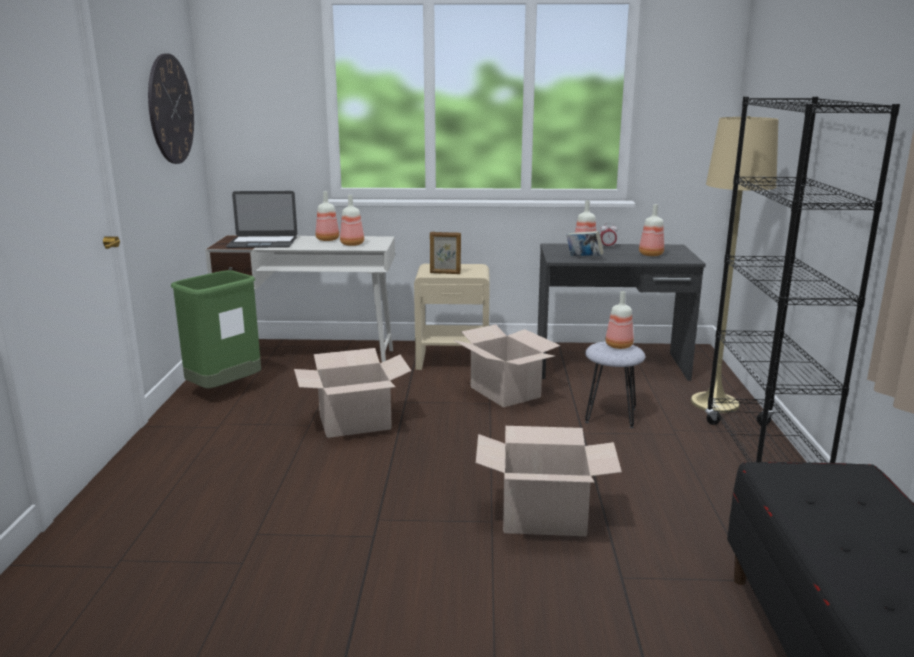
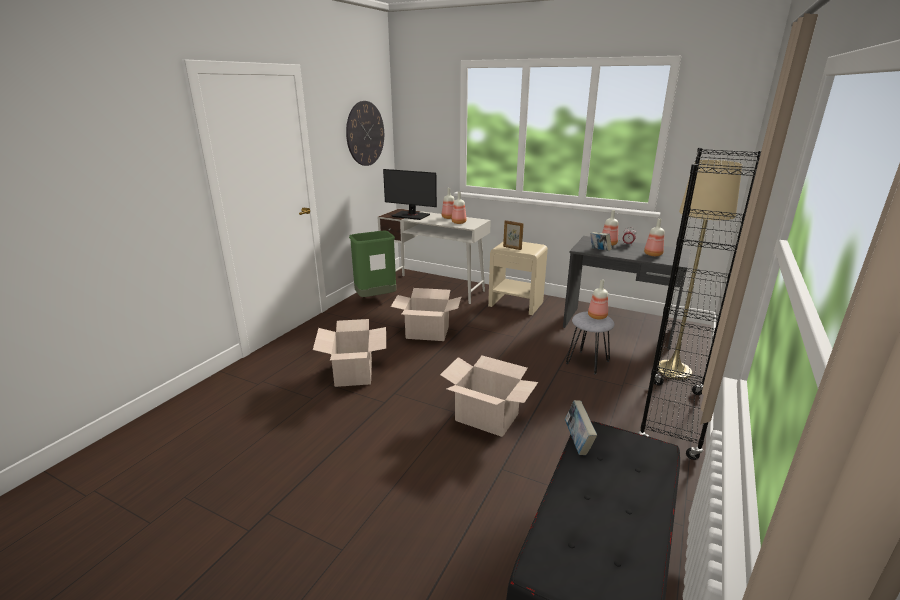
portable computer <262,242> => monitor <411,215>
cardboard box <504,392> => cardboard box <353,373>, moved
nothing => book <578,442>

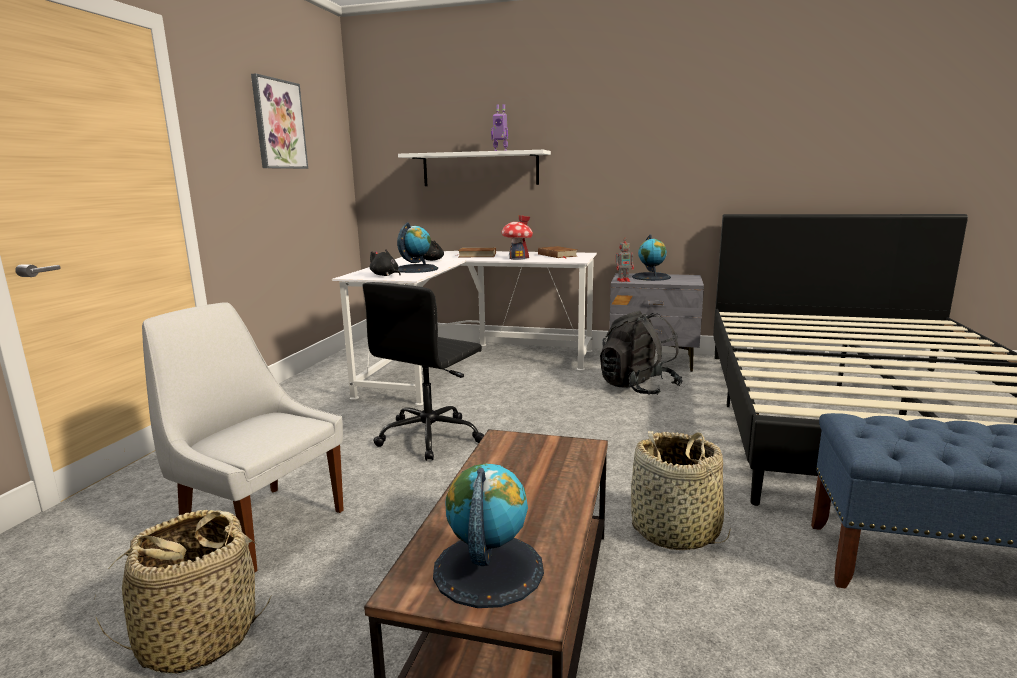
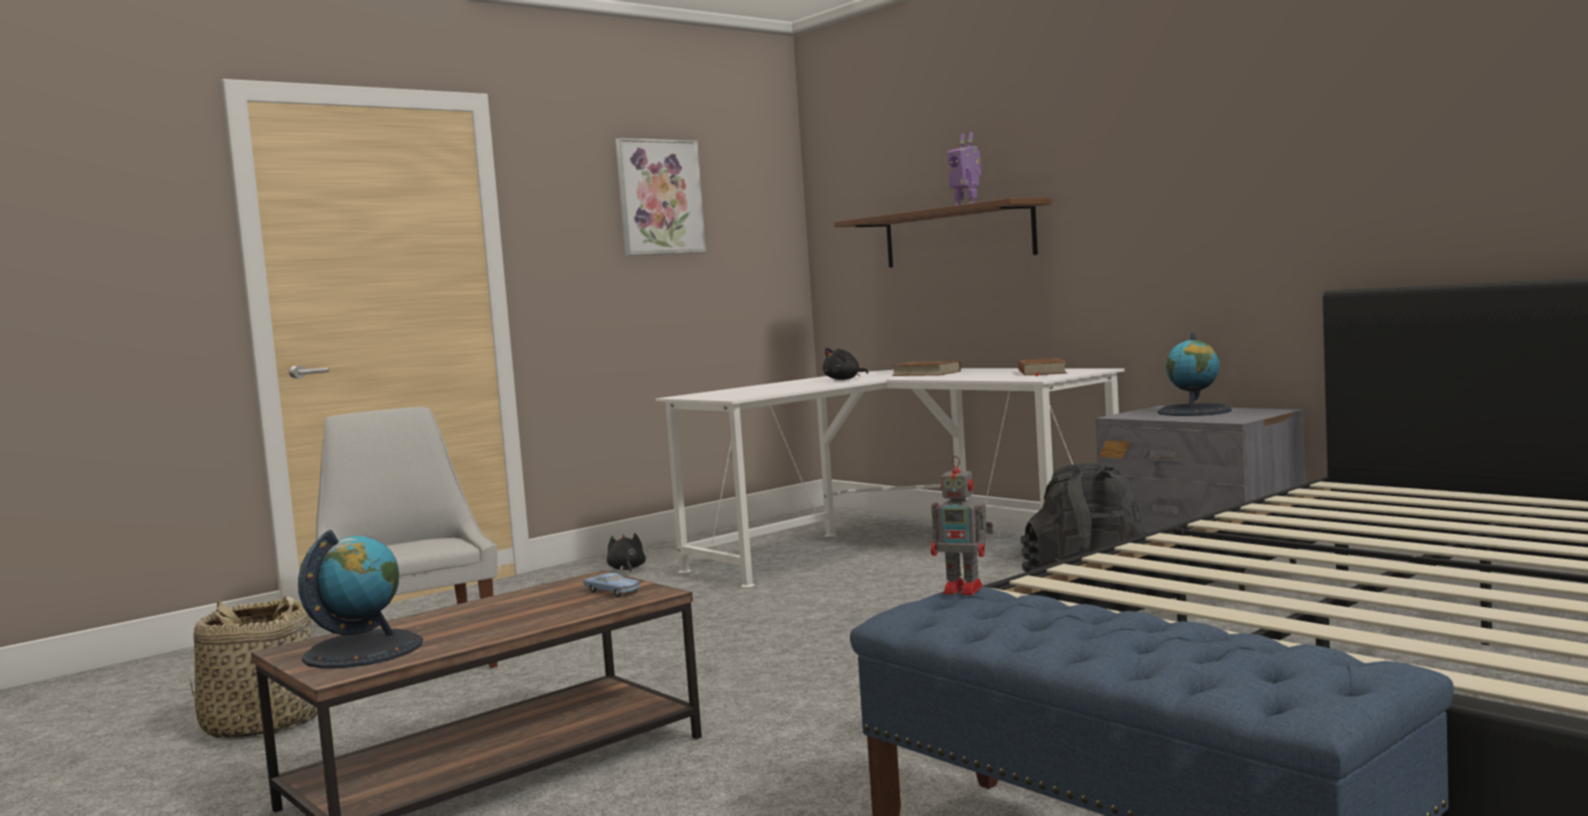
whitish shelf <480,169> => brown-coloured shelf <957,235>
miniature house <517,258> => nothing
globe <416,269> => nothing
model robot <624,280> => model robot <965,590>, moved
black-coloured soft toy <385,275> => black-coloured soft toy <626,569>, moved
black-coloured office chair <431,436> => nothing
storage basket <675,530> => nothing
nothing => bluish toy car <612,592>

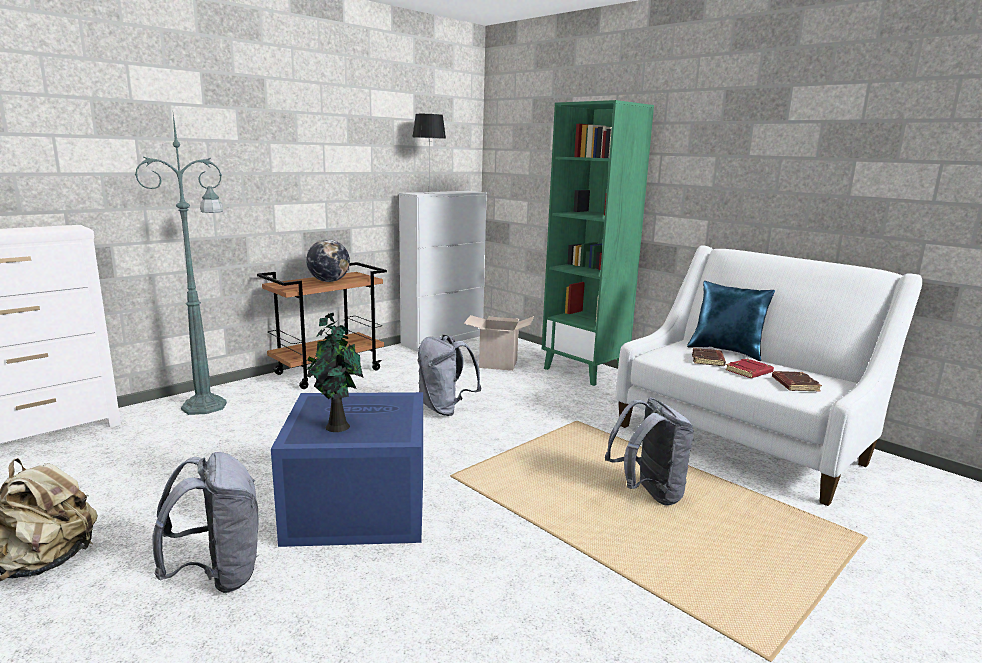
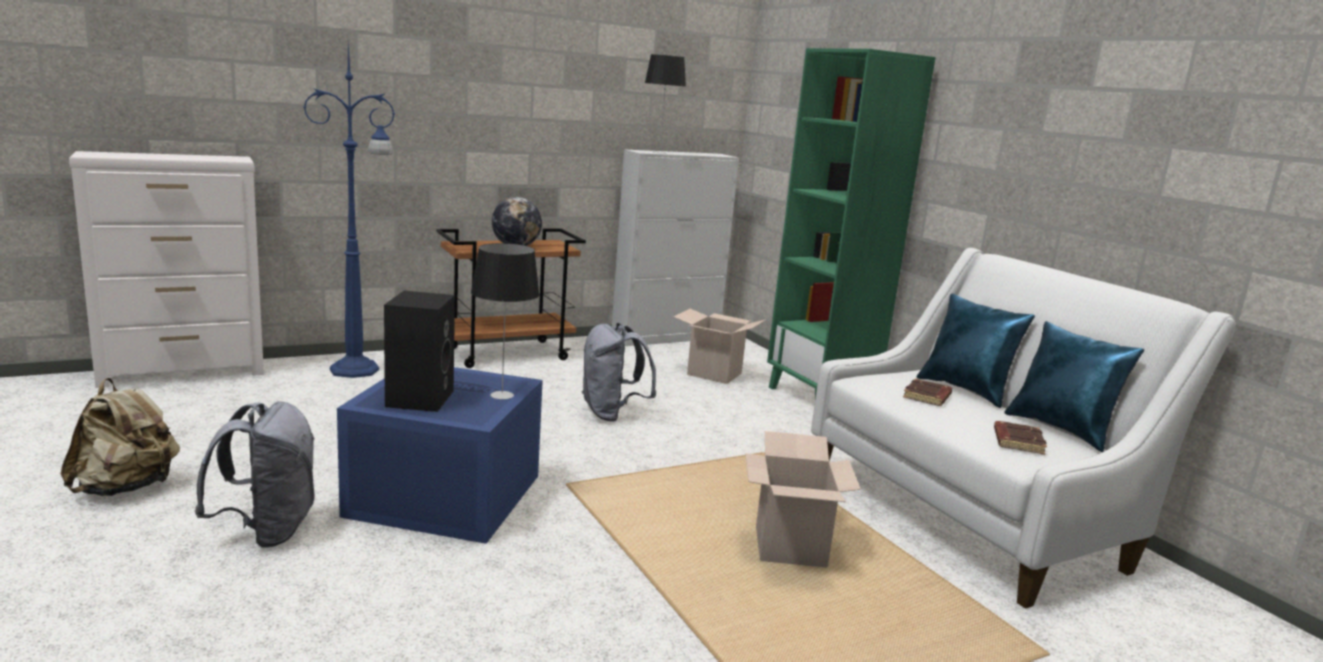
green-coloured standing lamp <207,406> => bluish standing lamp <357,370>
houseplant <336,426> => black-coloured audio speaker <419,398>
red-coloured book <749,372> => nothing
grey knapsack <648,494> => cardboard box <790,547>
nothing => table lamp <503,395>
nothing => bluish throw pillow <1061,430>

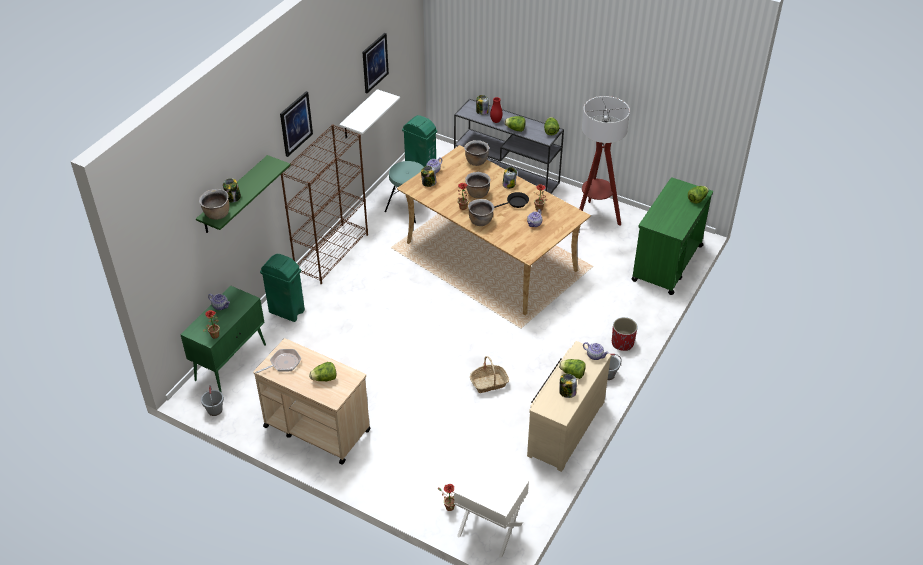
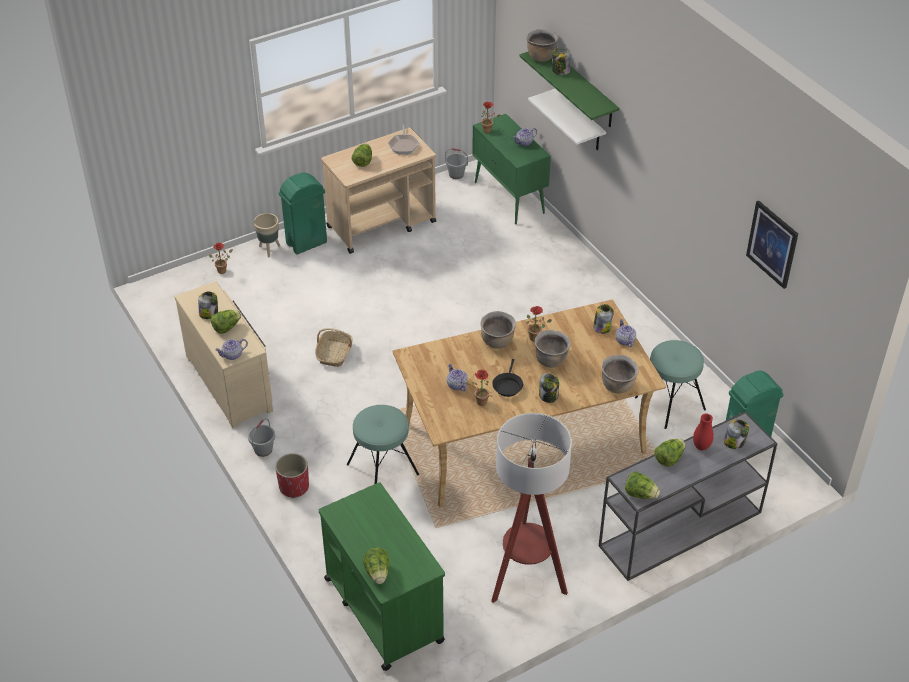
whitish shelf <359,115> => whitish shelf <580,121>, moved
wall art <296,123> => nothing
brown-coloured bookcase <332,253> => nothing
green-coloured trash can <287,312> => green-coloured trash can <306,243>, moved
whitish night table <489,530> => nothing
nothing => sand-coloured plant pot <269,249>
nothing => turquoise sitting stool <383,469>

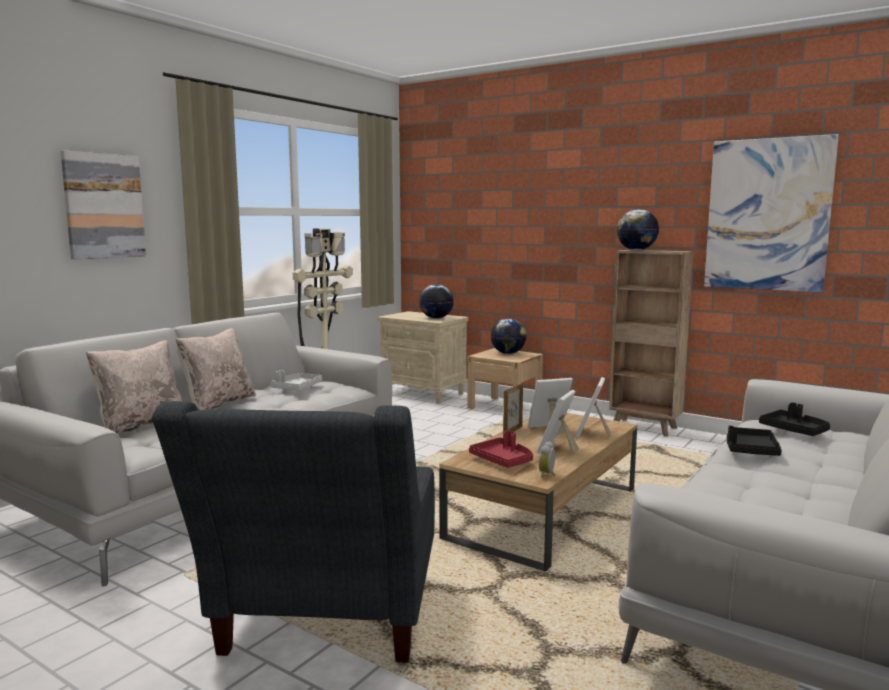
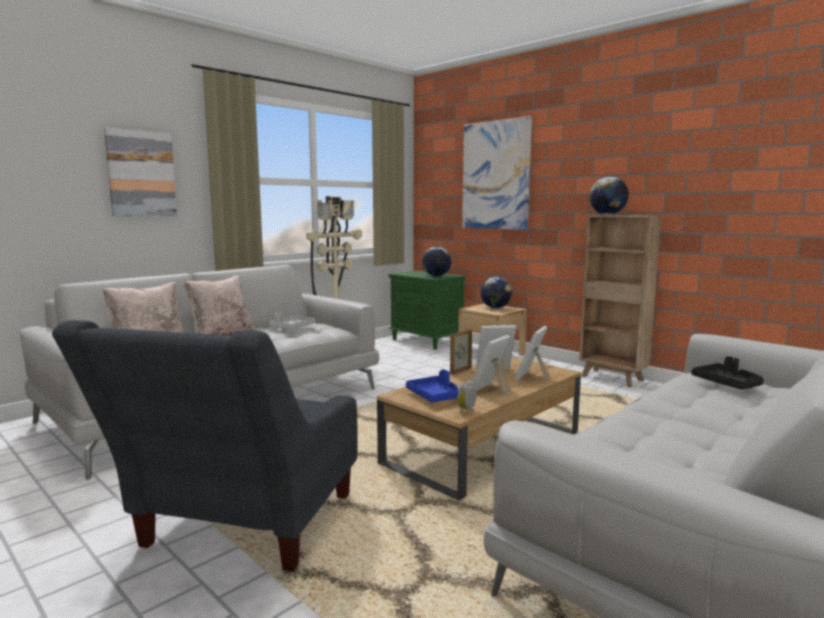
wall art <767,215> => wall art <496,175>, moved
sand-coloured night table <424,394> => green-coloured night table <426,341>
black-coloured carrying tray <750,450> => nothing
red-coloured carrying tray <503,460> => bluish carrying tray <434,396>

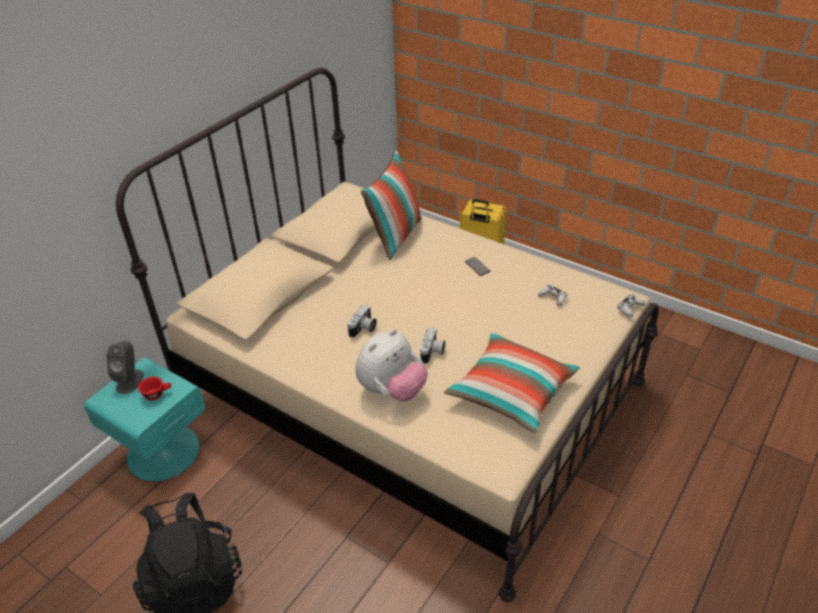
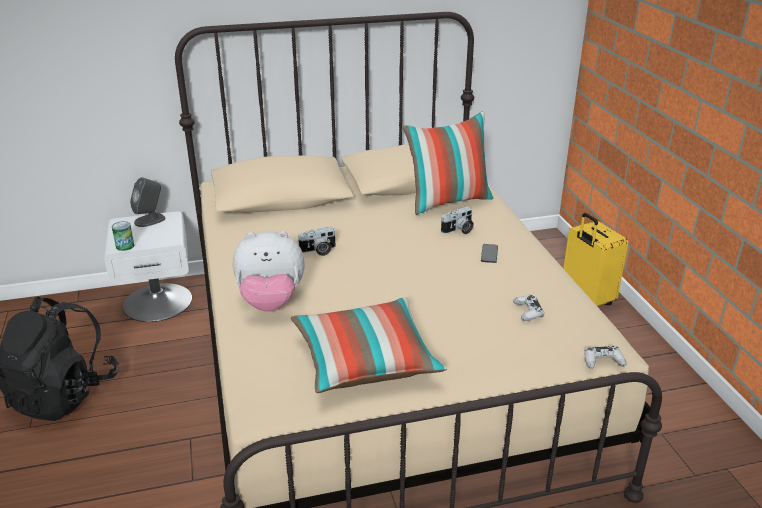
still camera <433,353> => still camera <458,230>, moved
turquoise night table <163,451> => whitish night table <157,301>
red-coloured drinking cup <157,394> => nothing
nothing => sealed can <125,246>

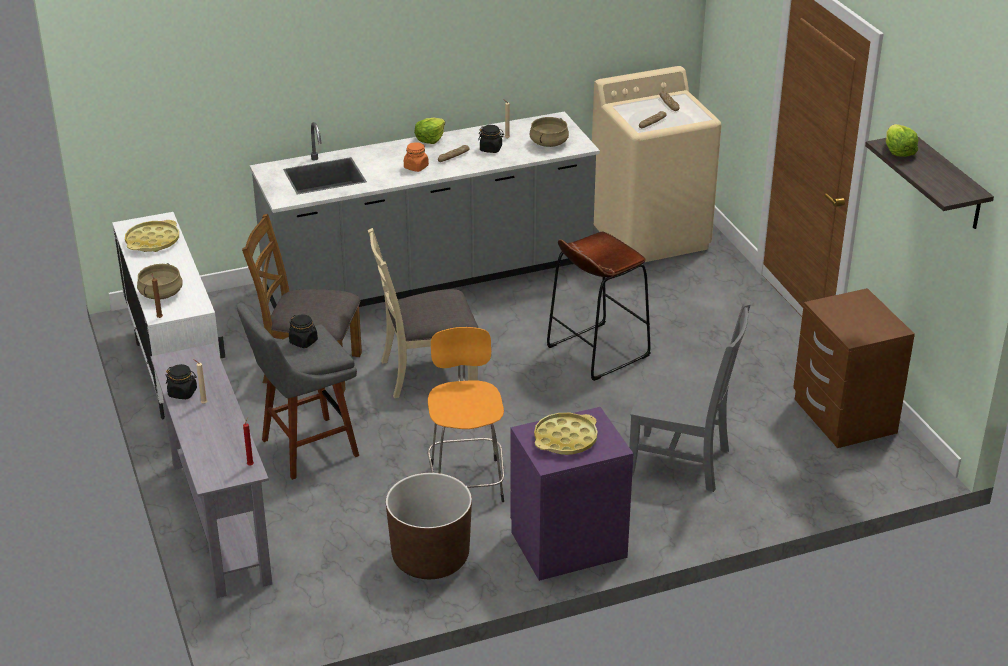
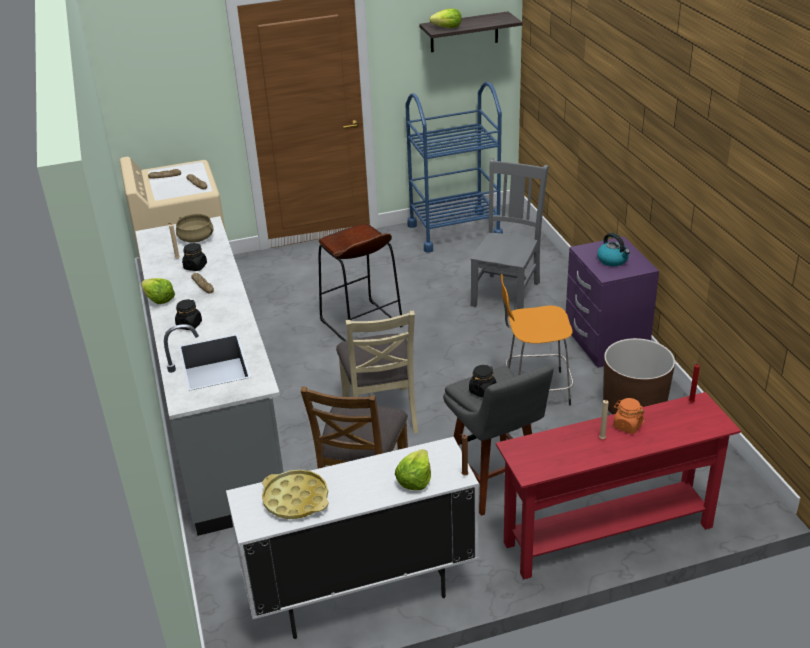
orangey jar <416,167> => orangey jar <627,425>, moved
sand-coloured stockpot <160,293> => lettuce <414,479>
brown-coloured night table <843,417> => bluish trolley <454,231>
grey narrow table <219,522> => red-coloured narrow table <608,535>
black-coloured jar <183,393> => black-coloured jar <189,324>, moved
yellowish carrying tray <565,439> => kettle <613,260>

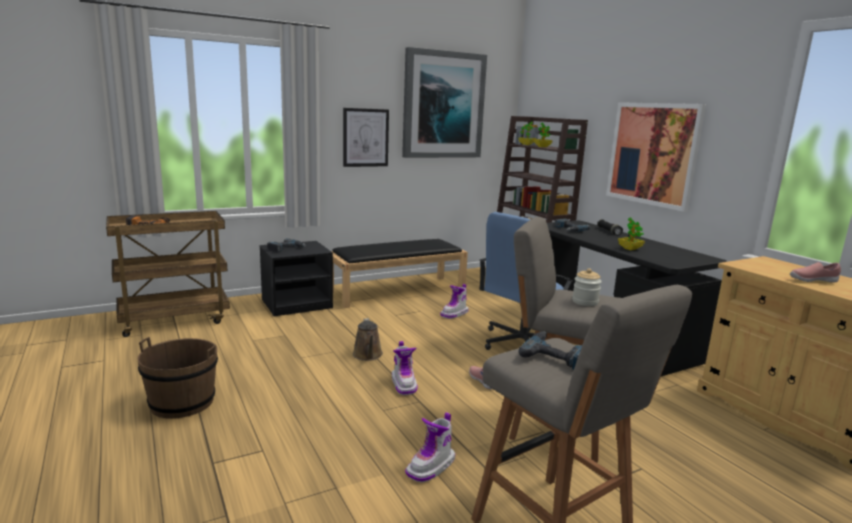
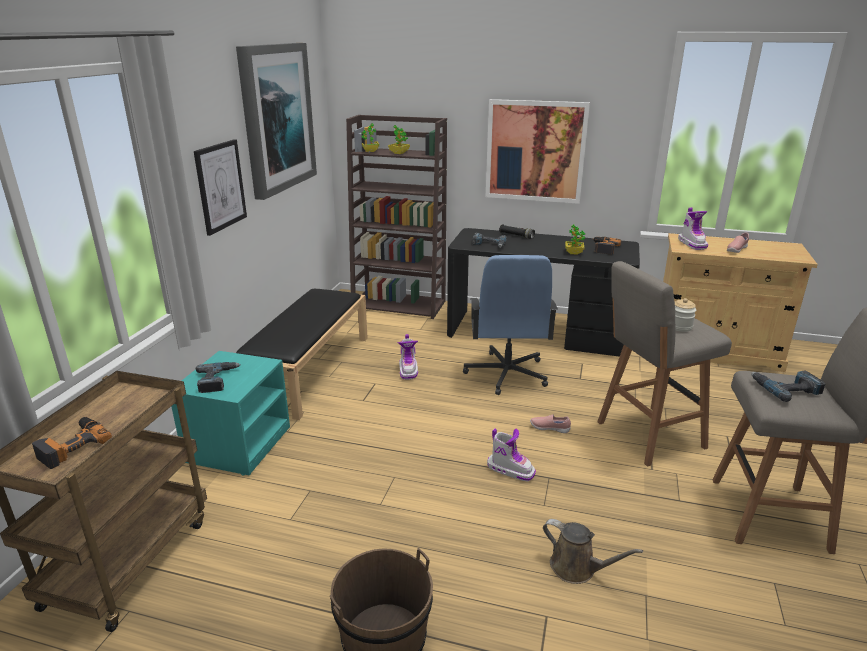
black-coloured night table <297,304> => turquoise night table <238,444>
brown-coloured sprinkling can <368,355> => brown-coloured sprinkling can <577,568>, moved
high-top boot <431,467> => high-top boot <692,244>, moved
nothing => electric drill <603,248>

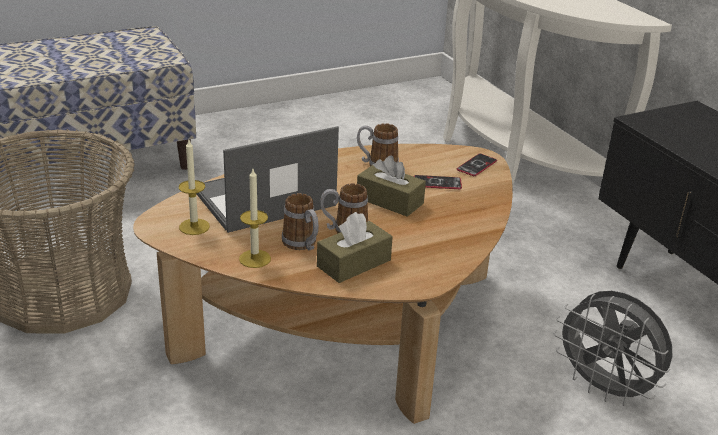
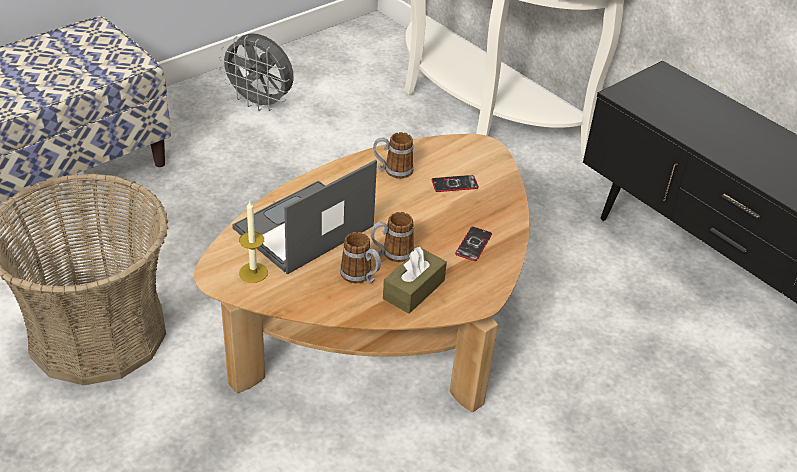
phone <476,166> => phone <473,244>, moved
brown-coloured tissue holder <389,201> => nothing
candle <255,259> => nothing
grey cooling fan <605,389> => grey cooling fan <260,103>, moved

